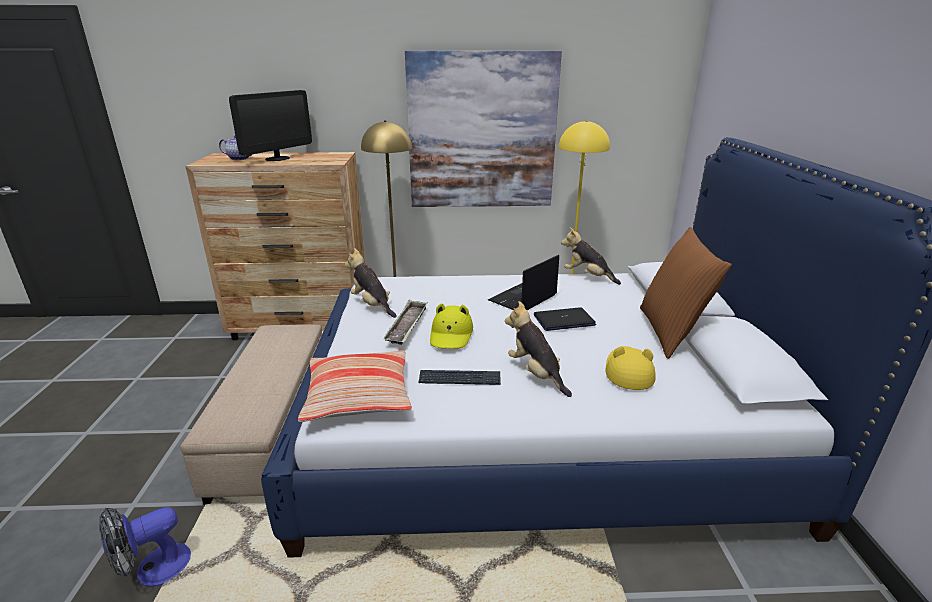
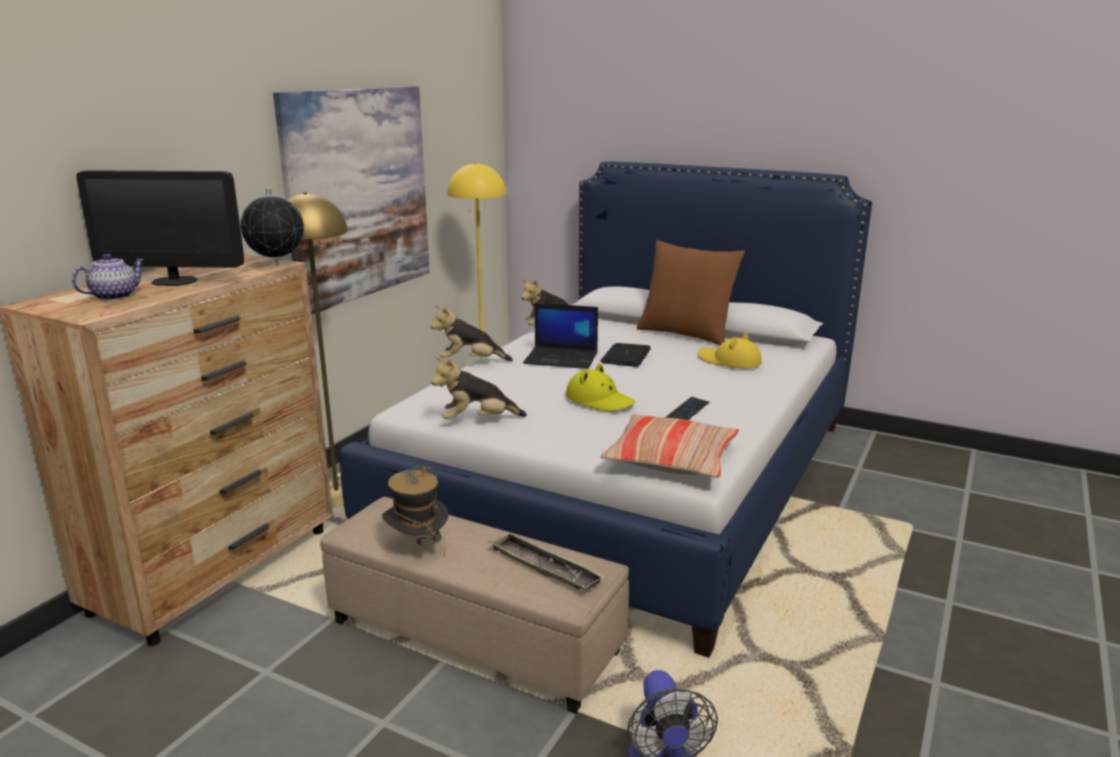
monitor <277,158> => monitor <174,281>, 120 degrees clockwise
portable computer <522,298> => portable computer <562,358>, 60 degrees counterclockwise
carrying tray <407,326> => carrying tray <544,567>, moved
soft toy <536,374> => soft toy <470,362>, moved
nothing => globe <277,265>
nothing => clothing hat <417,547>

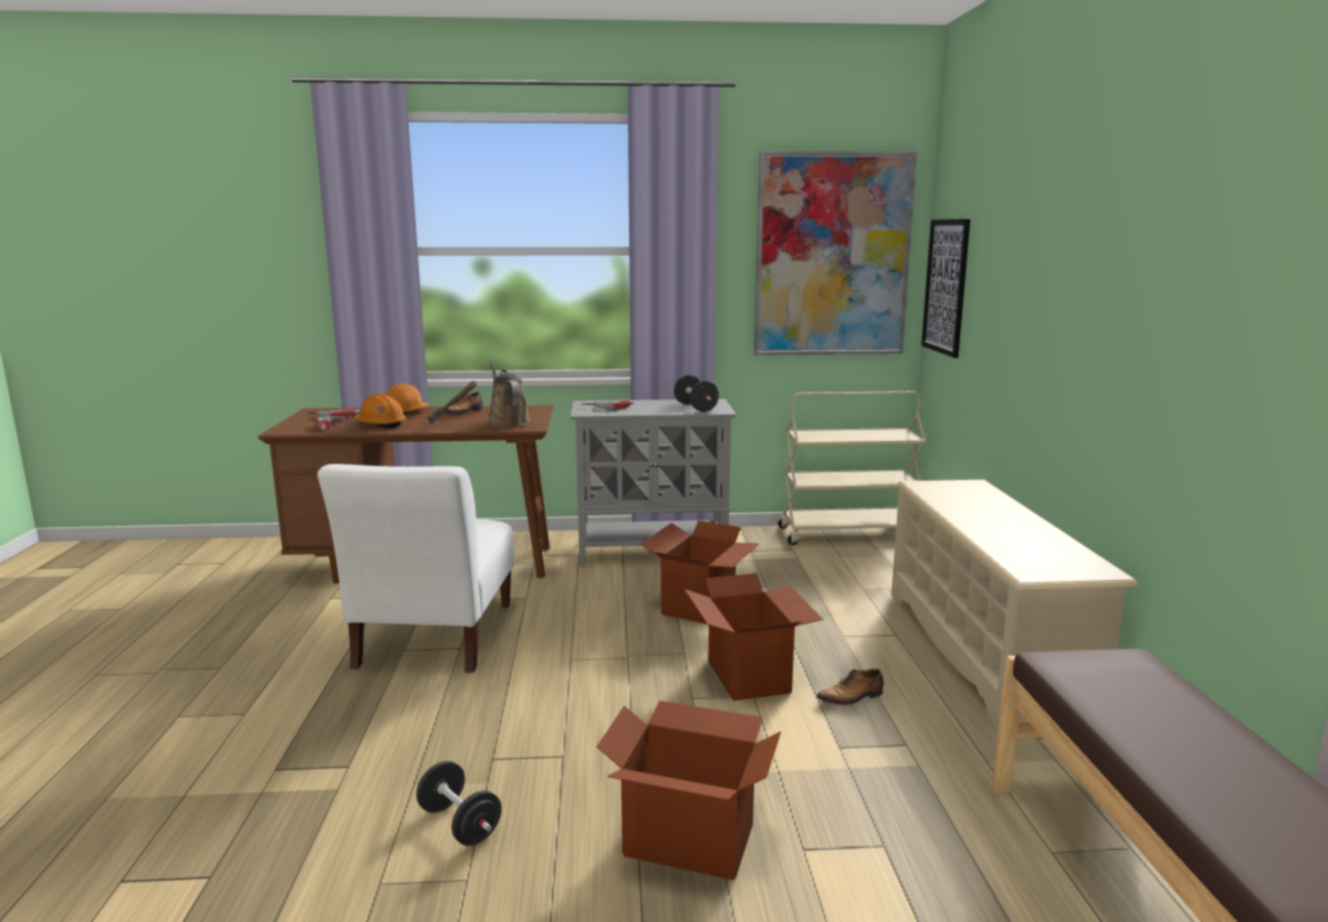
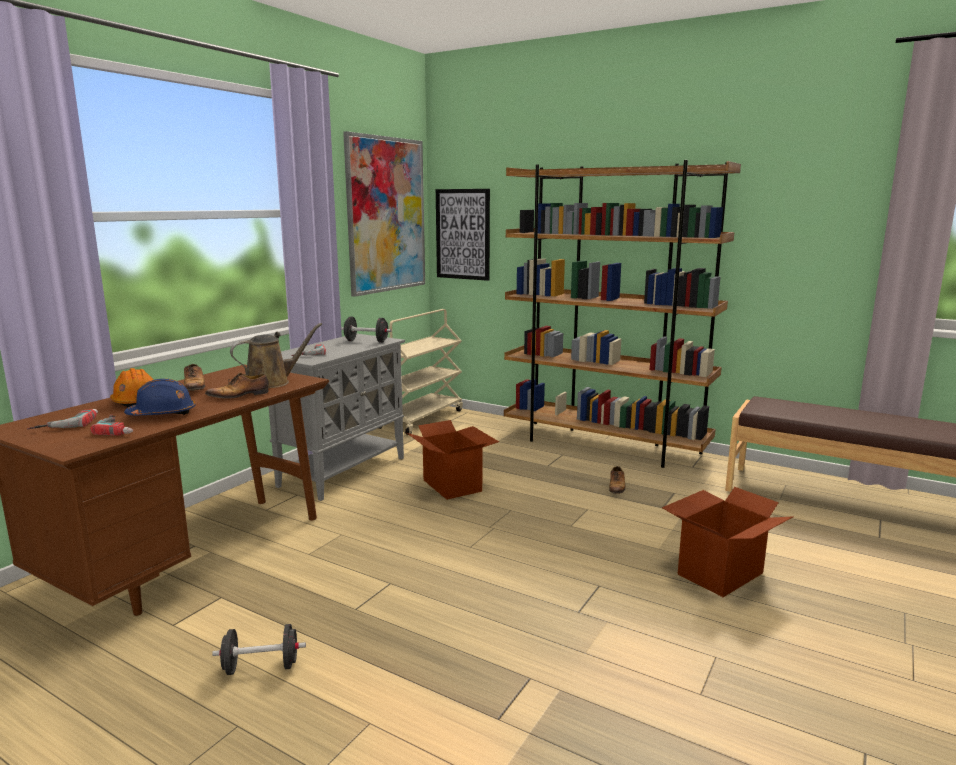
brown-coloured sprinkling can <507,422> => brown-coloured sprinkling can <272,382>, 135 degrees clockwise
hand hammer <454,426> => low shoe <239,395>
orangey safety helmet <381,424> => bluish safety helmet <162,414>
whitish plain chair <434,639> => nothing
sand-coloured shoe rack <984,651> => brown-coloured bookcase <604,445>
cardboard box <749,676> => nothing
black-coloured free weight <460,824> => black-coloured free weight <261,667>, moved

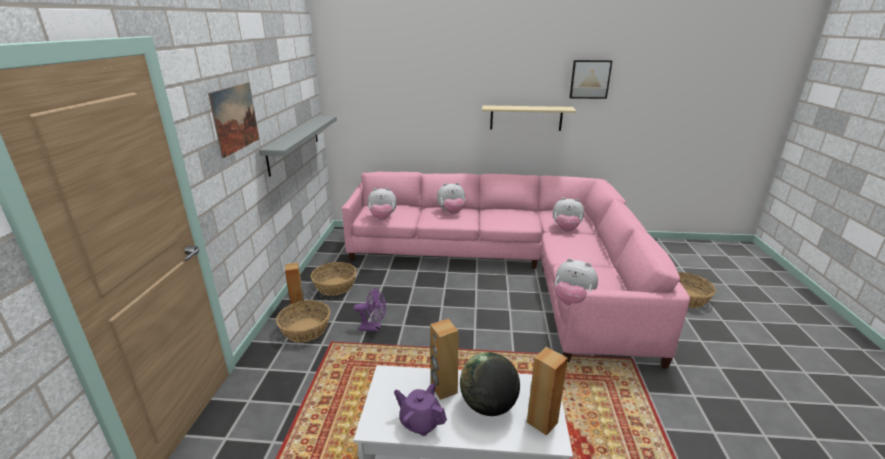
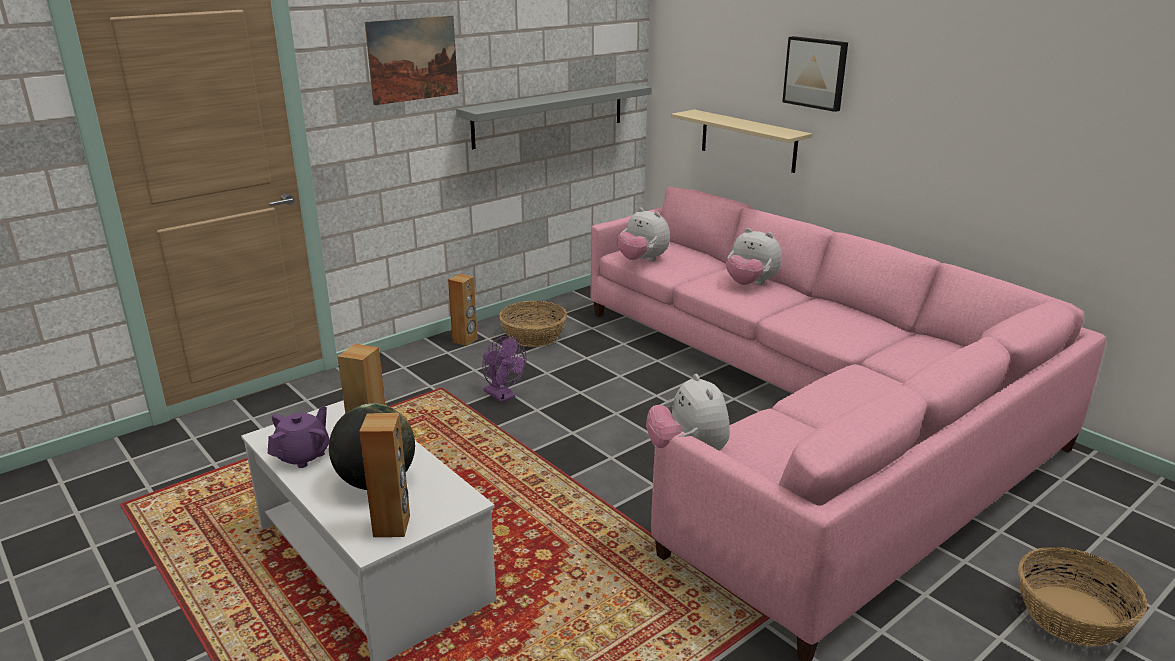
wall art <589,79> => wall art <816,73>, moved
sand-coloured shelf <526,118> => sand-coloured shelf <748,141>, moved
soft toy <566,229> => nothing
storage basket <305,329> => nothing
purplish teapot <420,422> => purplish teapot <303,456>, 45 degrees clockwise

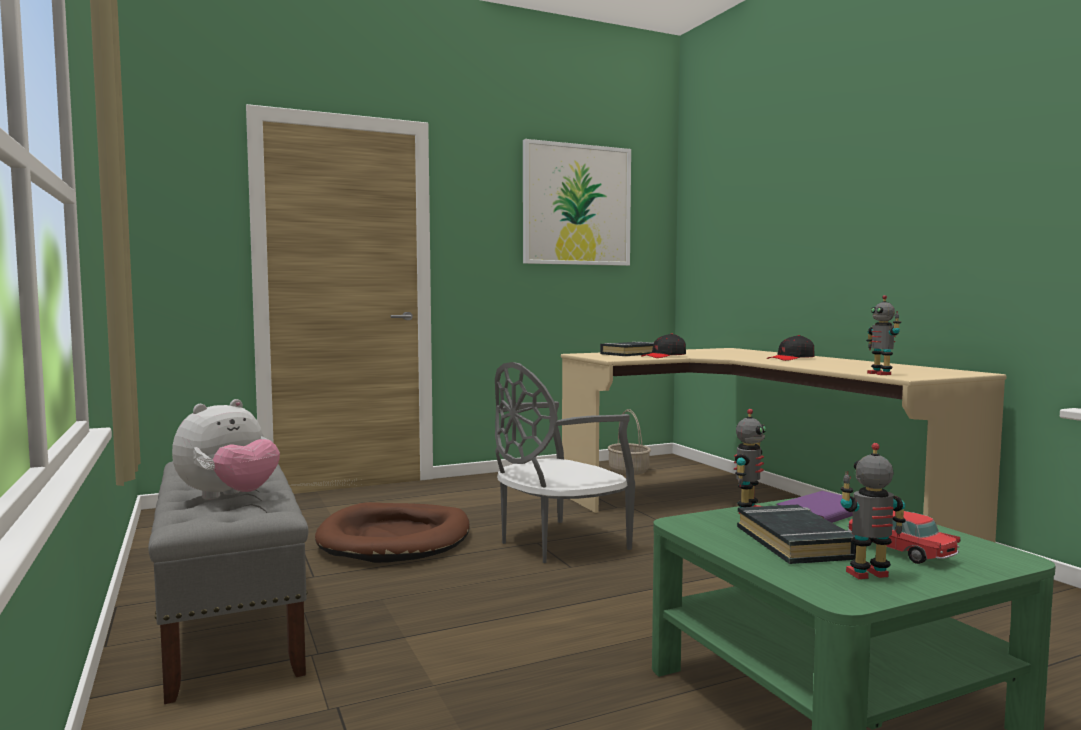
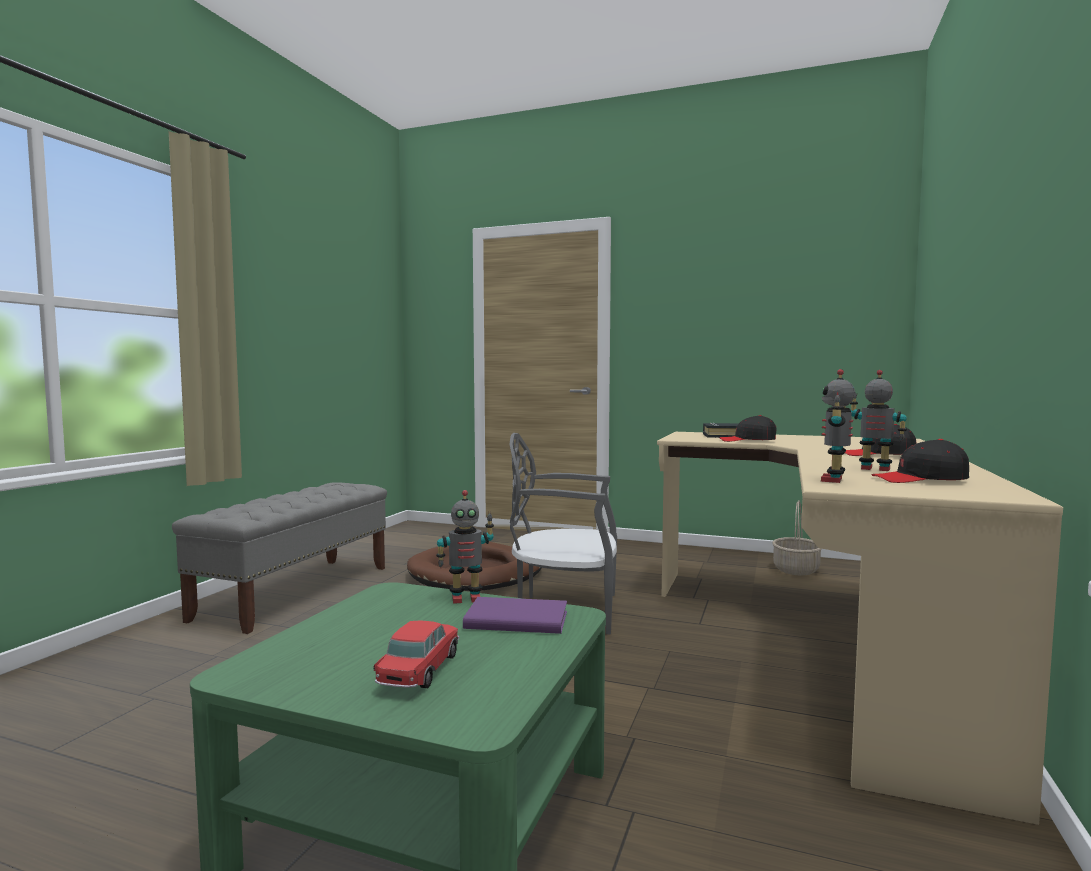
wall art <576,205> => nothing
soft toy <229,497> => nothing
model robot <869,575> => model robot <875,469>, moved
black-coloured book <795,542> => nothing
nothing => black-coloured cap <920,479>

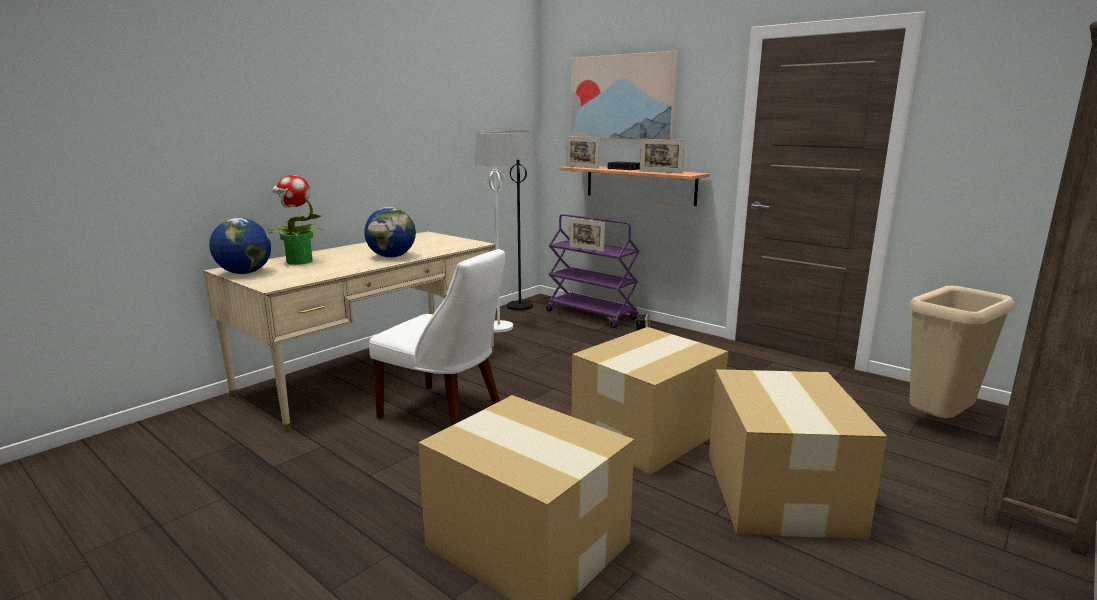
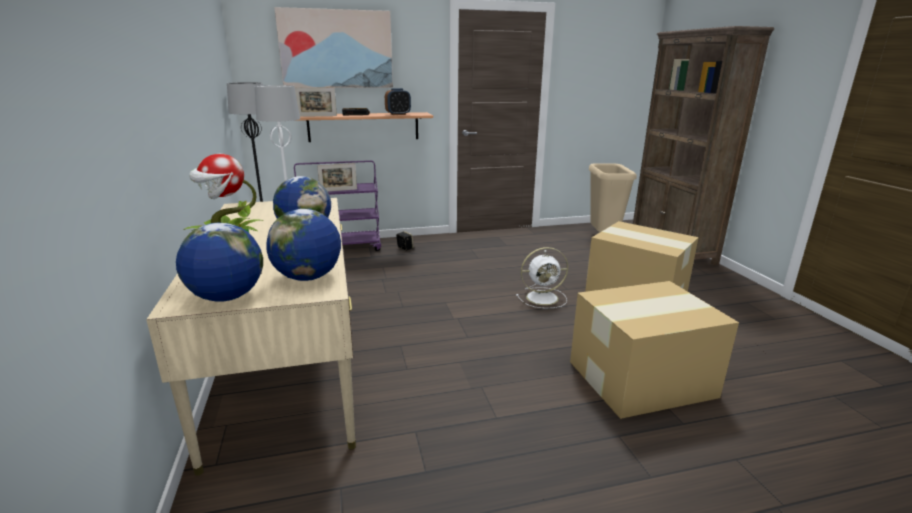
picture frame <660,172> => table clock <398,114>
whitish plain chair <445,413> => nothing
cardboard box <648,433> => whitish cooling fan <543,298>
nothing => globe <308,277>

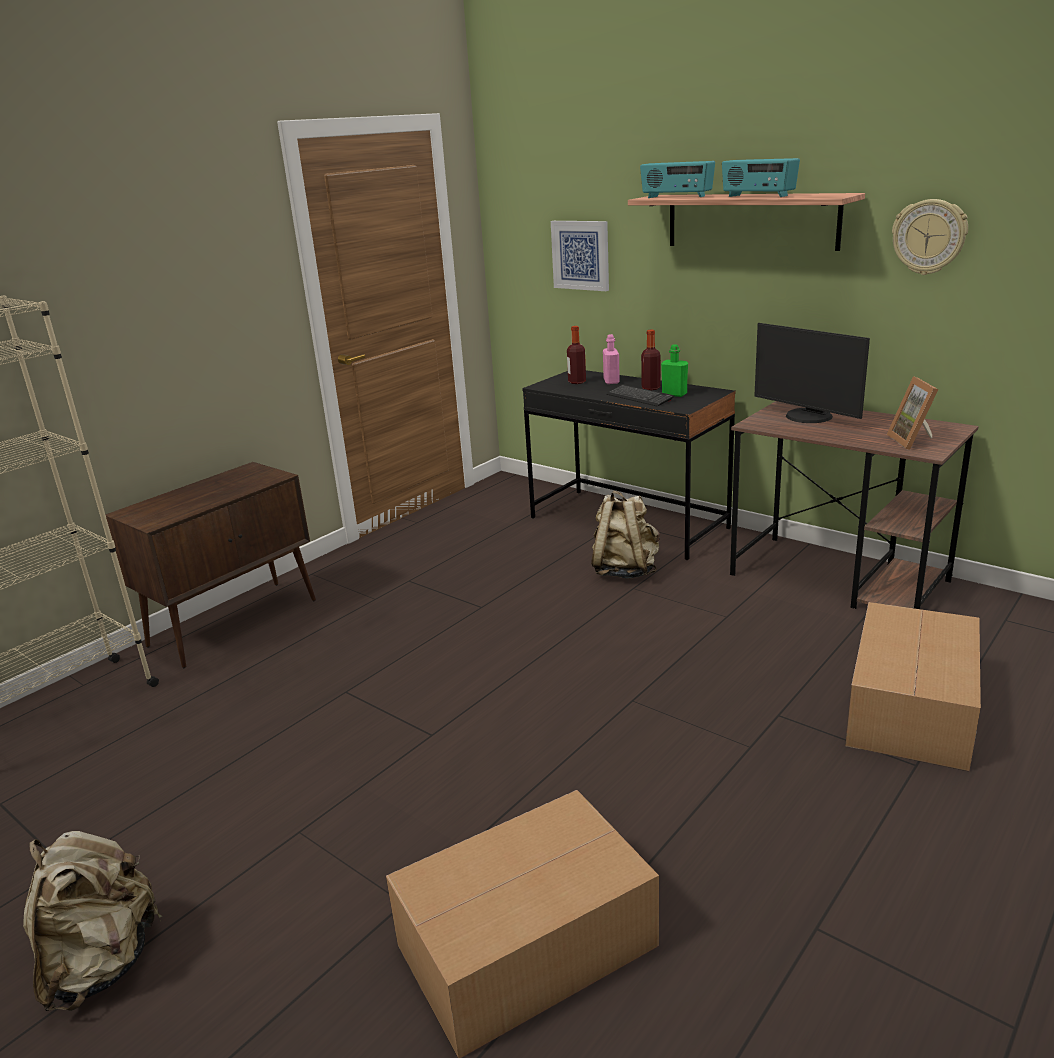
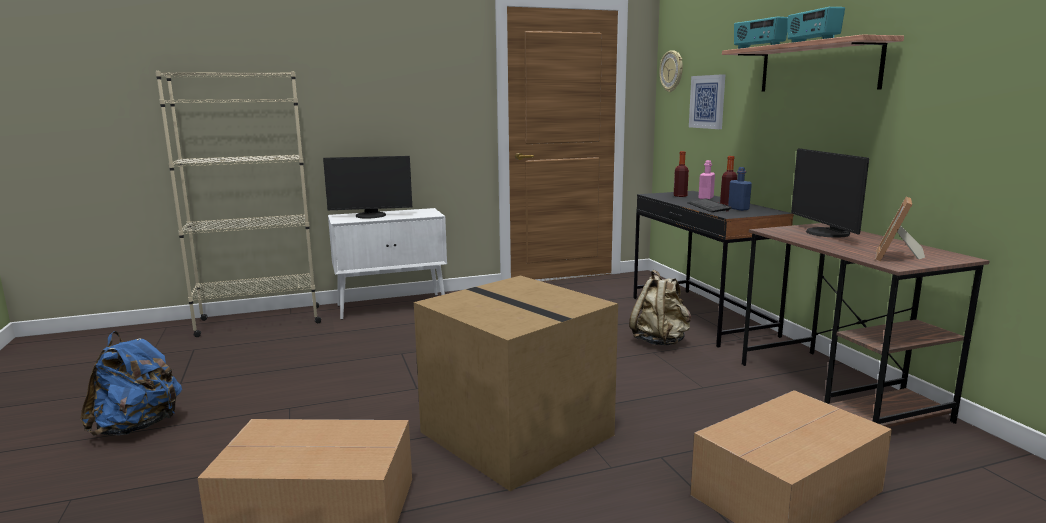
hanging clock <929,237> => hanging clock <672,71>, moved
green-coloured drink bottle <674,394> => bluish drink bottle <738,209>
brown-coloured storage cabinet <235,622> => whitish storage cabinet <392,306>
sand-coloured knapsack <102,963> => bluish knapsack <138,427>
nothing => monitor <370,216>
nothing => cardboard box <520,433>

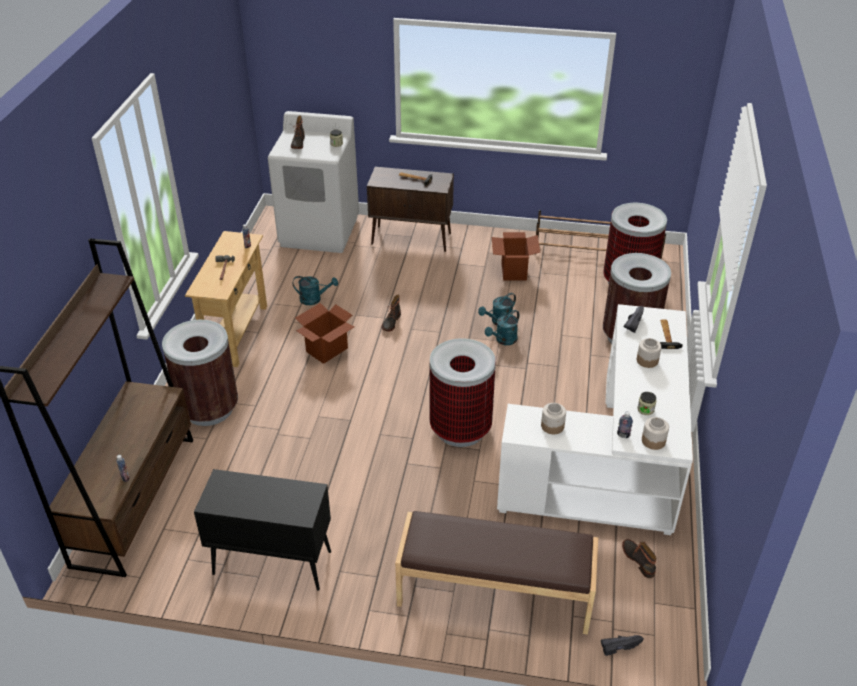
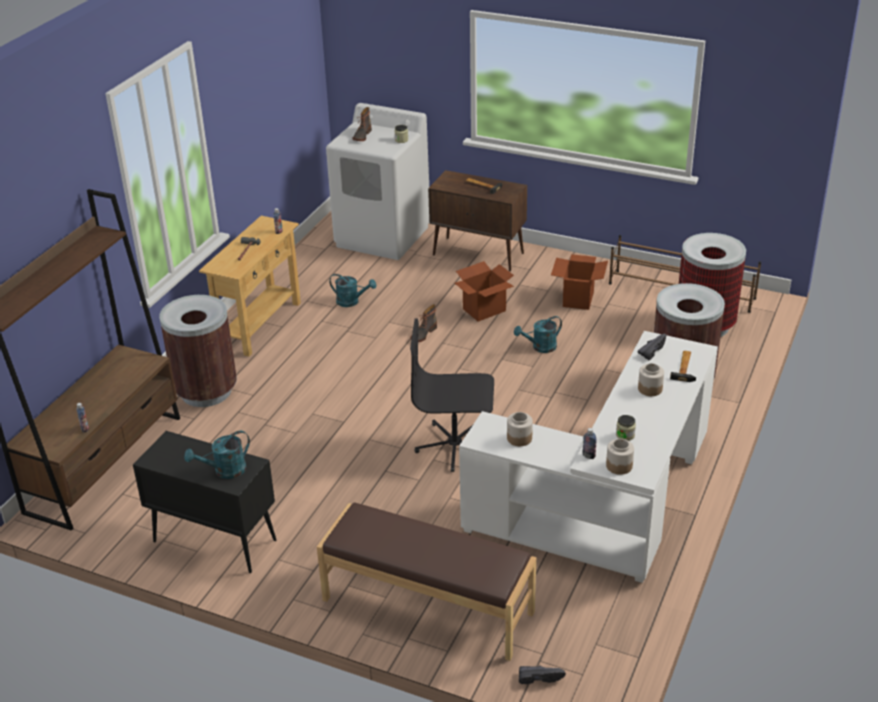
cardboard box <326,350> => cardboard box <484,310>, moved
turquoise sprinkling can <503,340> => turquoise sprinkling can <224,471>, moved
trash can <460,429> => black-coloured office chair <455,446>
high-top boot <639,560> => nothing

